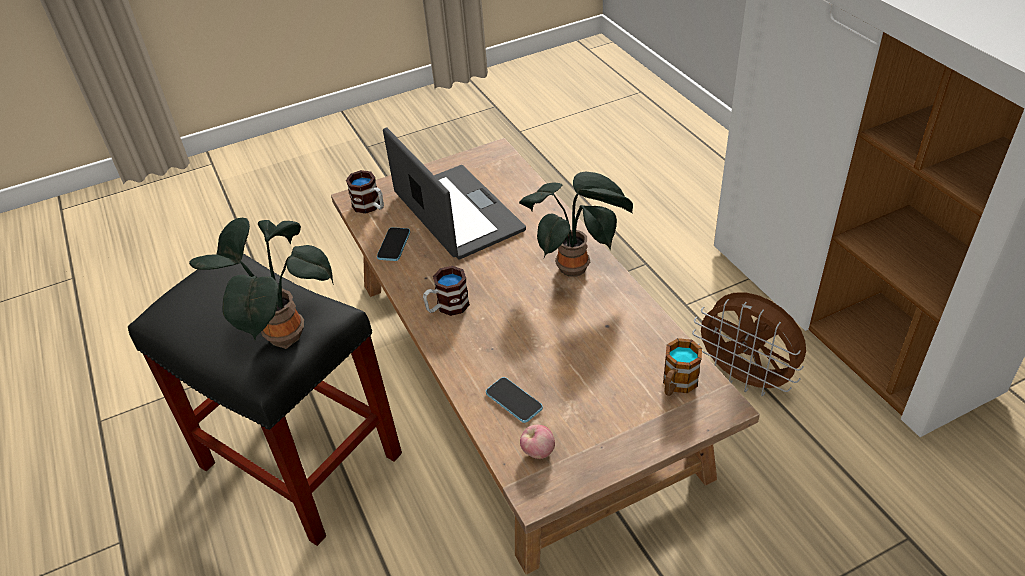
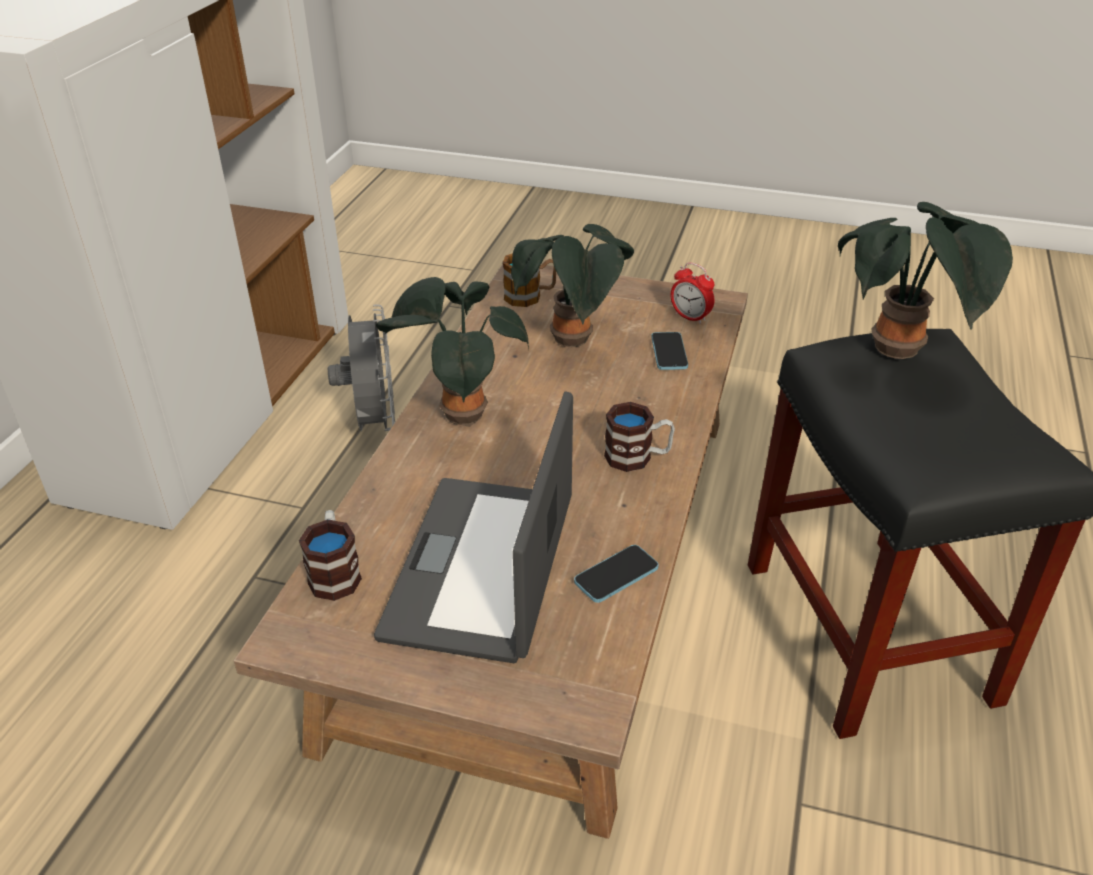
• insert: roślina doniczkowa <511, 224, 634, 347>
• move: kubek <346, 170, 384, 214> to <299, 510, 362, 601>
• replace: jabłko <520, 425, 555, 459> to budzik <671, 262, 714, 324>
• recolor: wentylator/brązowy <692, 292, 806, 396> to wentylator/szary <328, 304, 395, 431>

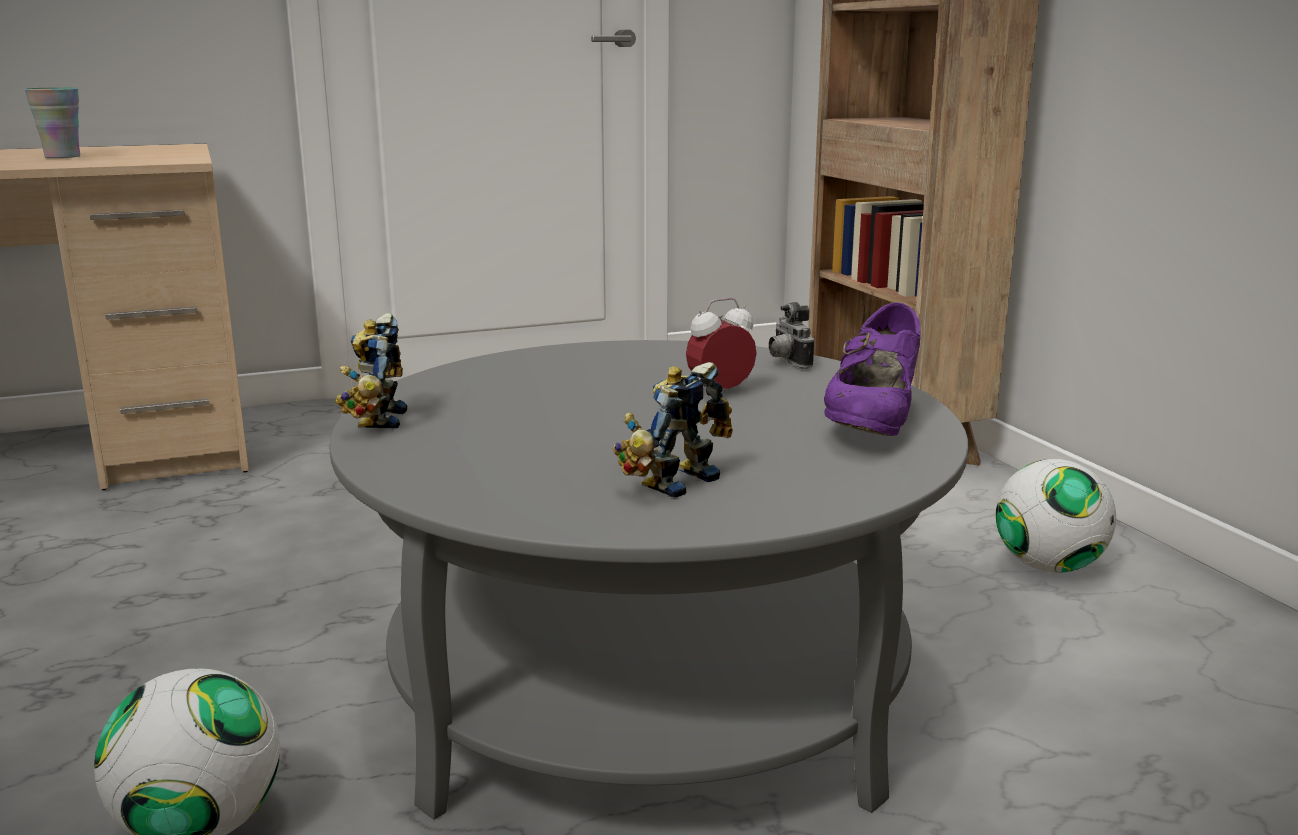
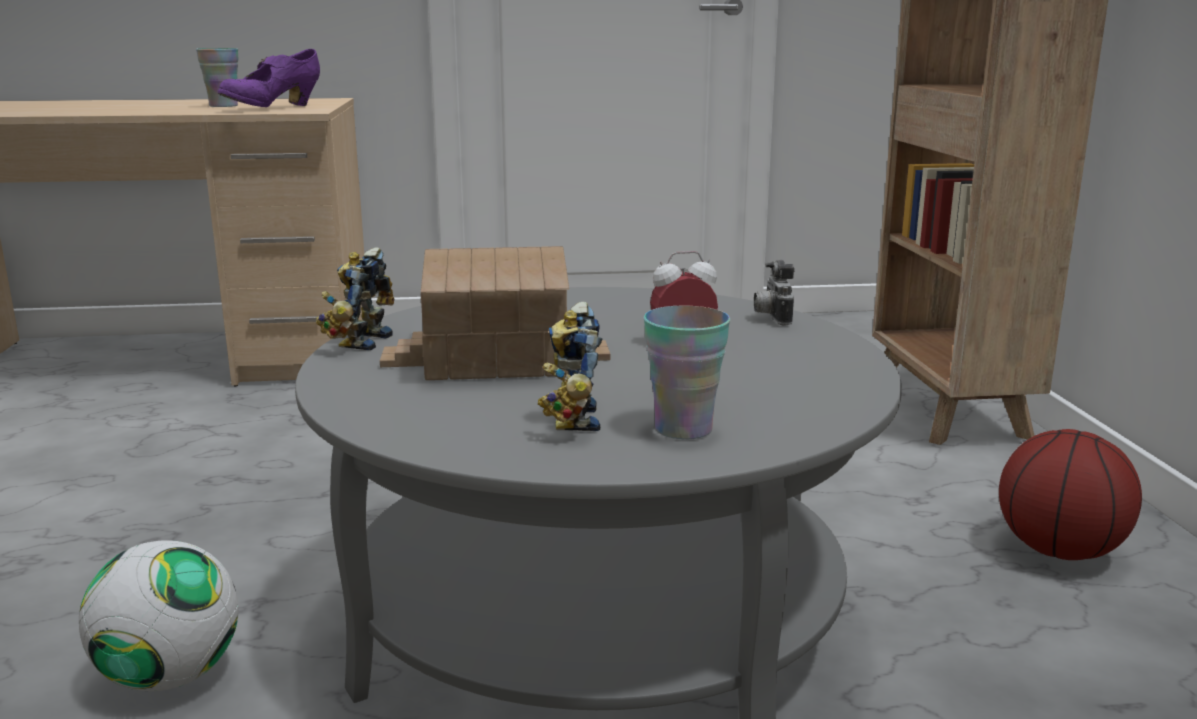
• insert: domek <380, 246, 610, 380>
• insert: filiżanka <644, 306, 730, 440>
• move: but/fioletowy <824, 302, 921, 436> to <218, 49, 320, 107>
• replace: piłka futbolowa <996, 459, 1116, 573> to piłka do koszykówki <999, 429, 1142, 560>
• rotate: robot zabawkowy <613, 362, 733, 497> = <538, 302, 602, 431> 60 degrees counterclockwise

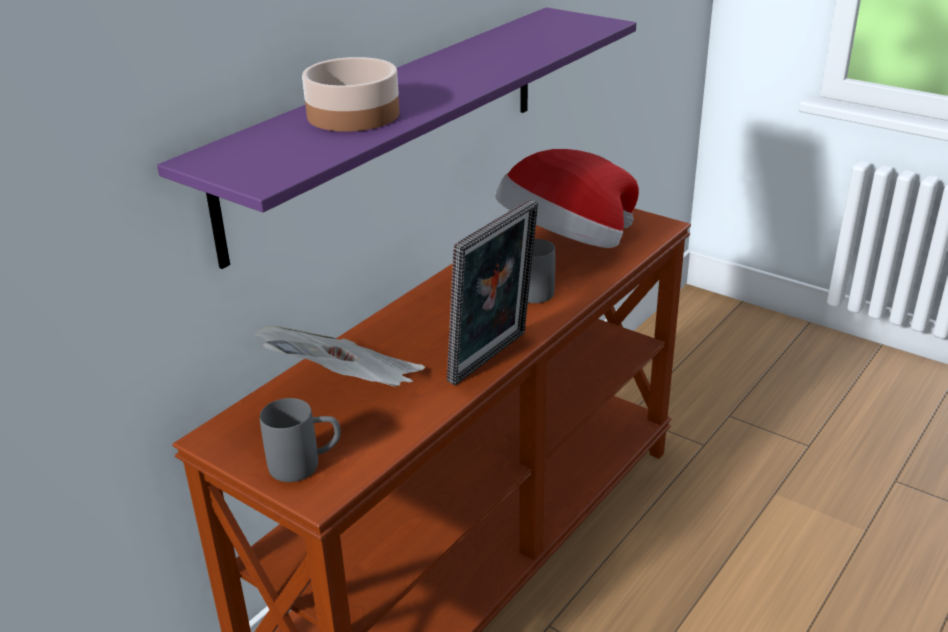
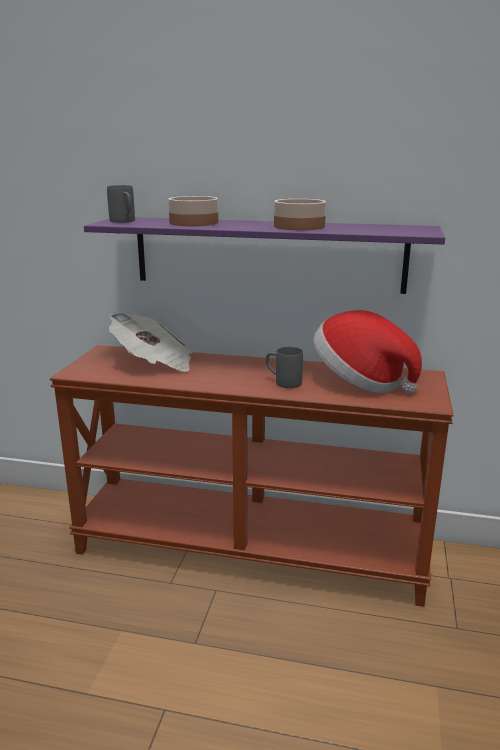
• delete: ramka na zdjęcie <447, 199, 538, 385>
• insert: miska <274, 199, 326, 230>
• move: kubek/szary <260, 398, 341, 482> to <107, 185, 135, 223>

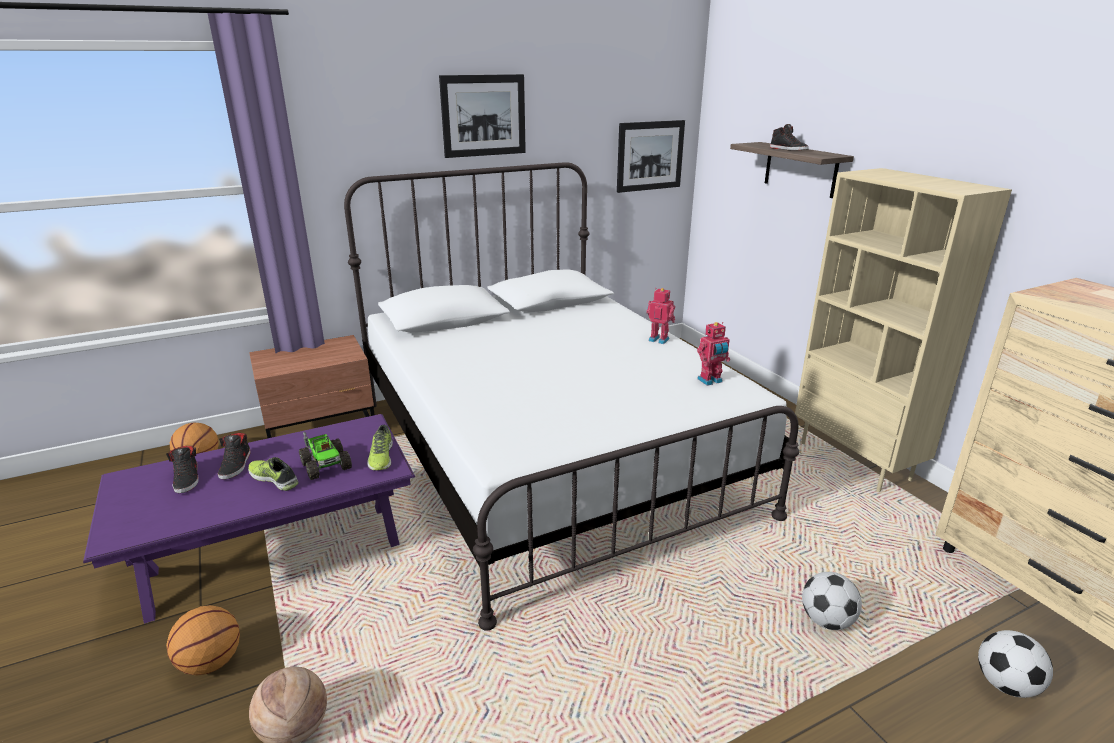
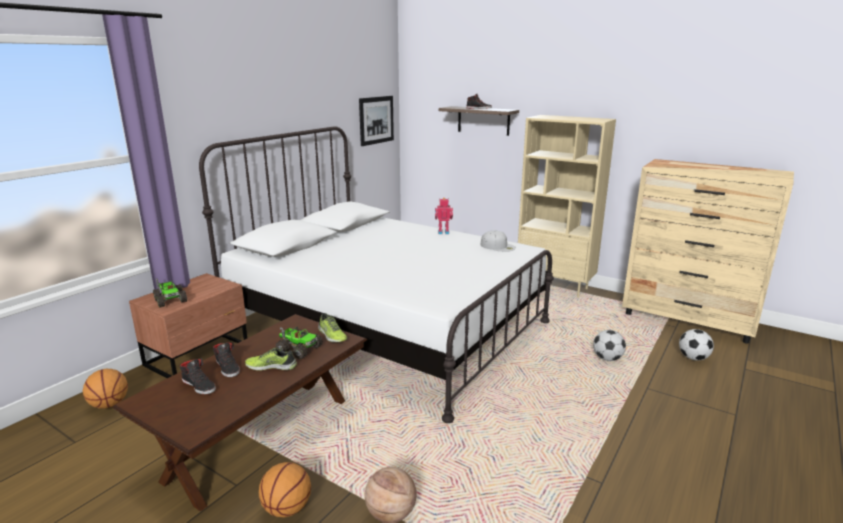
• delete: obraz <439, 74, 526, 158>
• insert: ciężarówka zabawkowa <153, 278, 187, 308>
• replace: robot zabawkowy <697, 322, 730, 386> to czapka z daszkiem/biały <481, 231, 516, 252>
• recolor: ława/fioletowy <83, 414, 415, 624> to ława/brązowy <112, 314, 367, 512>

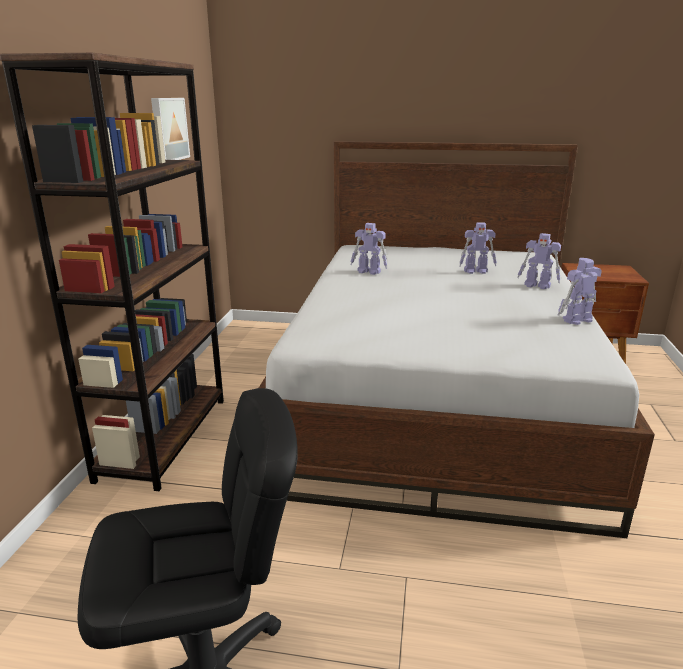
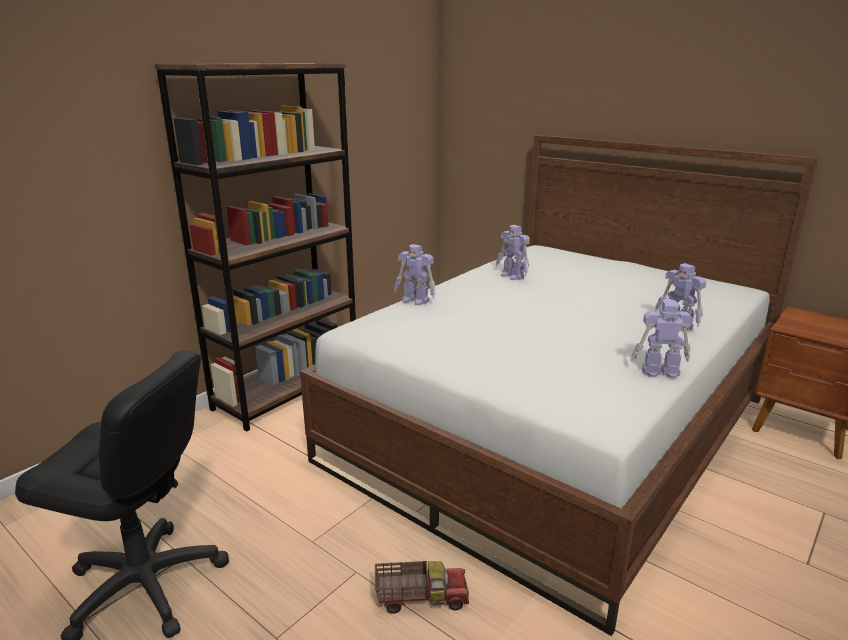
• delete: obraz <151, 98, 190, 160>
• insert: ciężarówka zabawkowa <375, 561, 469, 614>
• move: robot zabawkowy <459, 223, 497, 274> to <394, 244, 436, 306>

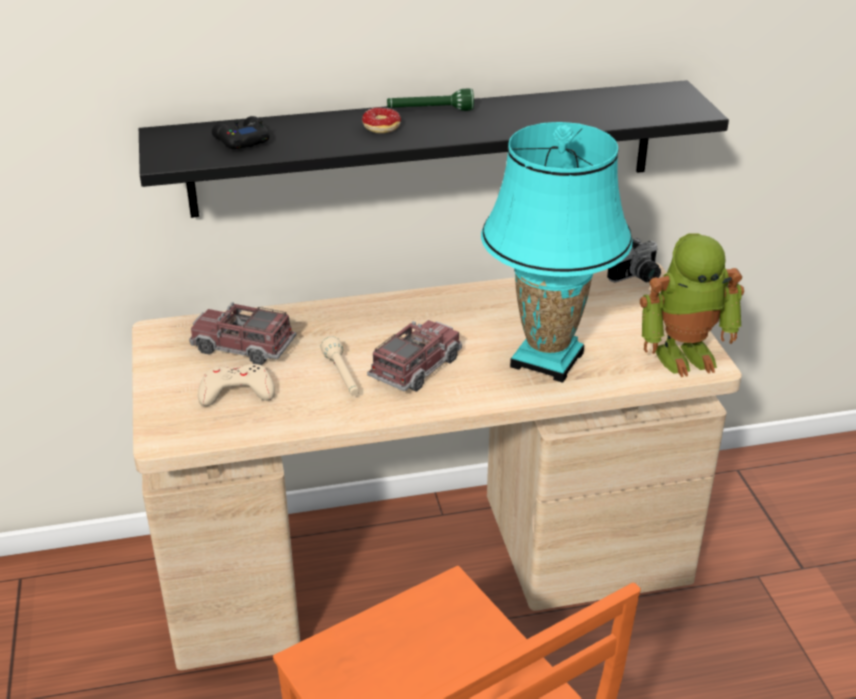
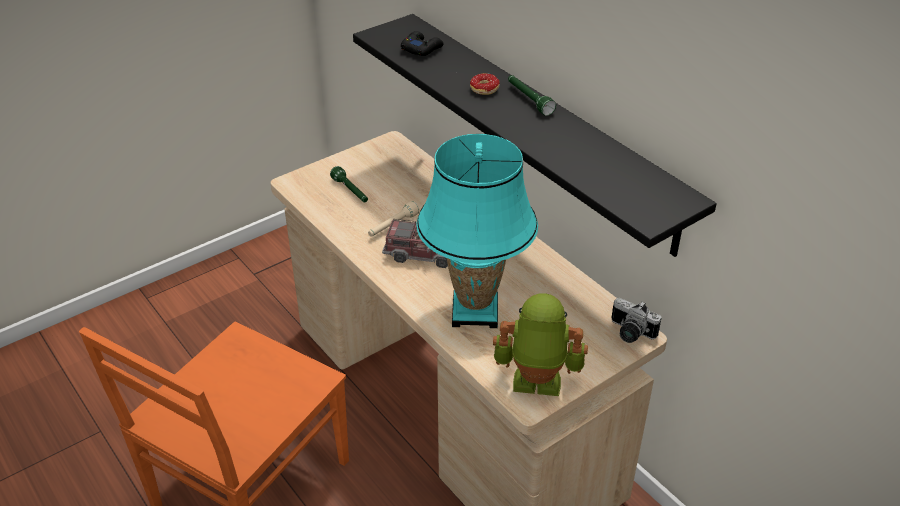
• delete: ciężarówka zabawkowa <189, 302, 297, 365>
• replace: pad do gier/beżowy <198, 364, 275, 406> to latarka/zielony <330, 166, 368, 202>
• rotate: robot zabawkowy <640, 233, 744, 377> = <493, 293, 588, 396> 135 degrees clockwise

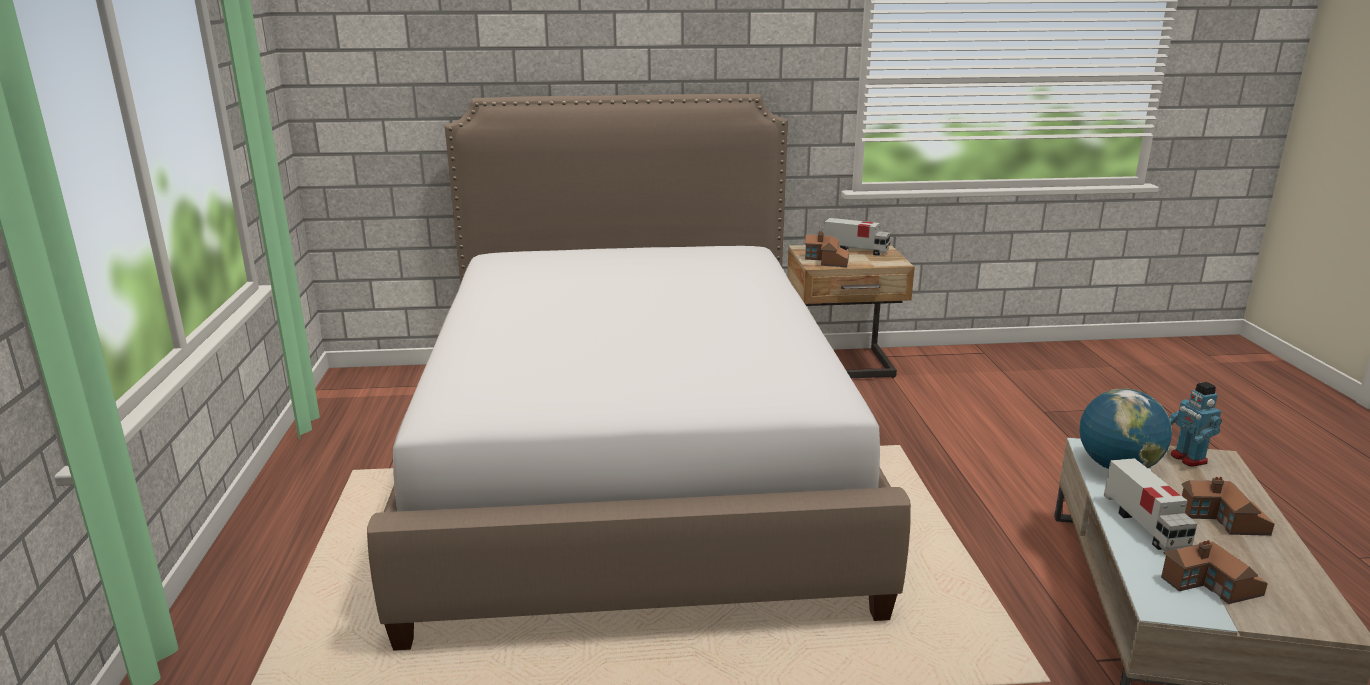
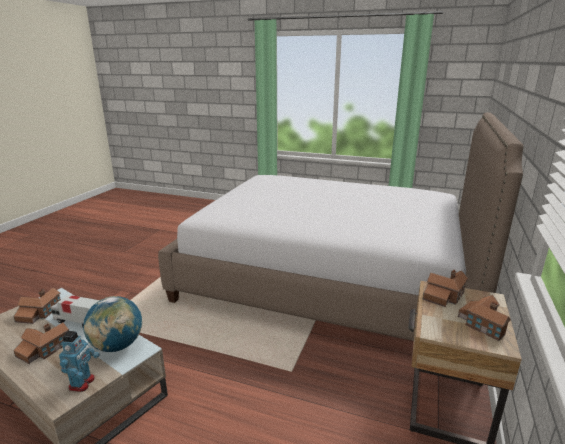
• replace: ciężarówka zabawkowa <824, 218, 890, 256> to domek <458, 295, 511, 341>
• rotate: robot zabawkowy <1169, 382, 1222, 467> = <59, 331, 100, 392> 90 degrees clockwise

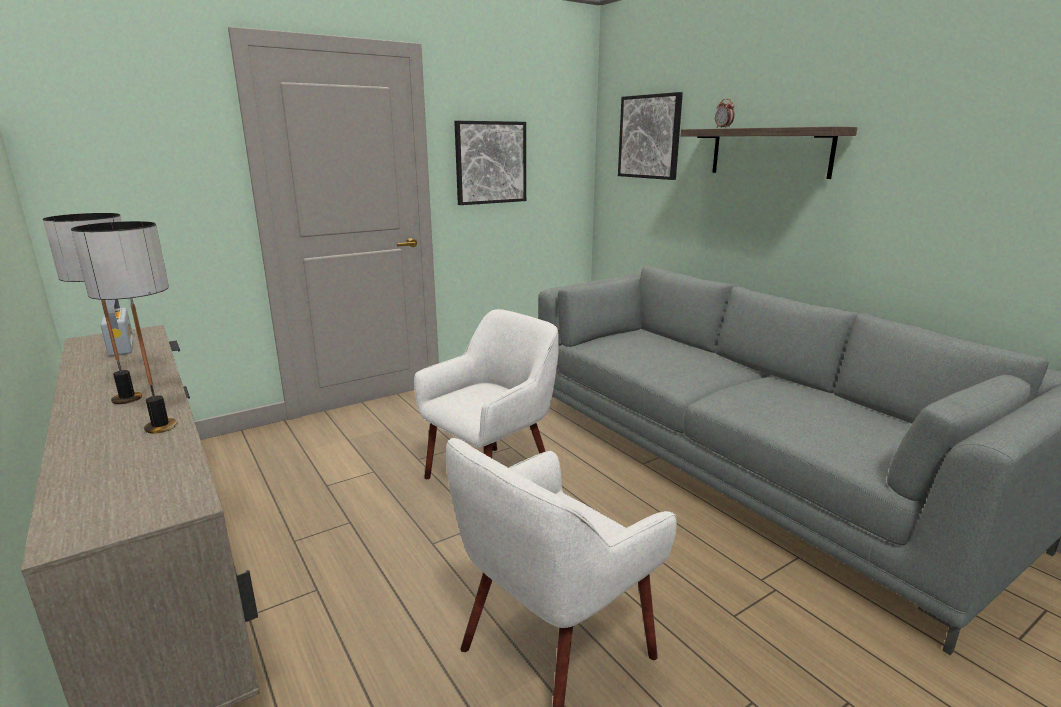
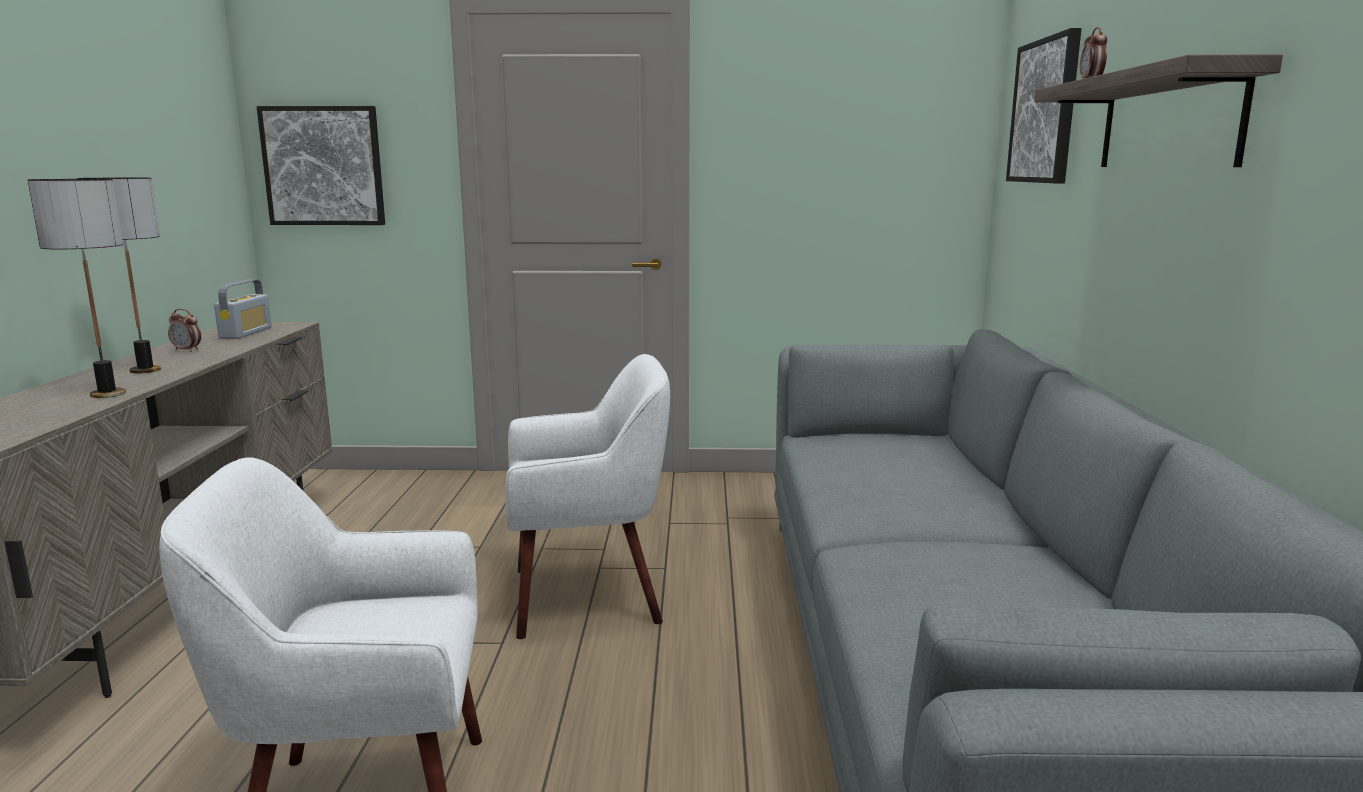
• insert: budzik <168, 309, 201, 352>
• move: obraz <454, 121, 526, 205> to <257, 106, 385, 225>

